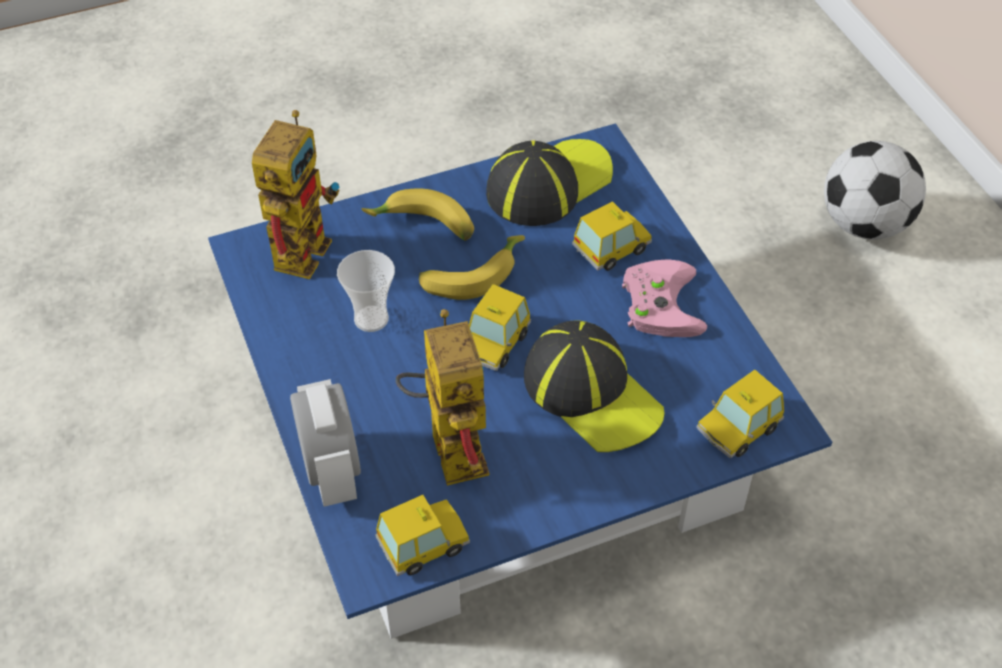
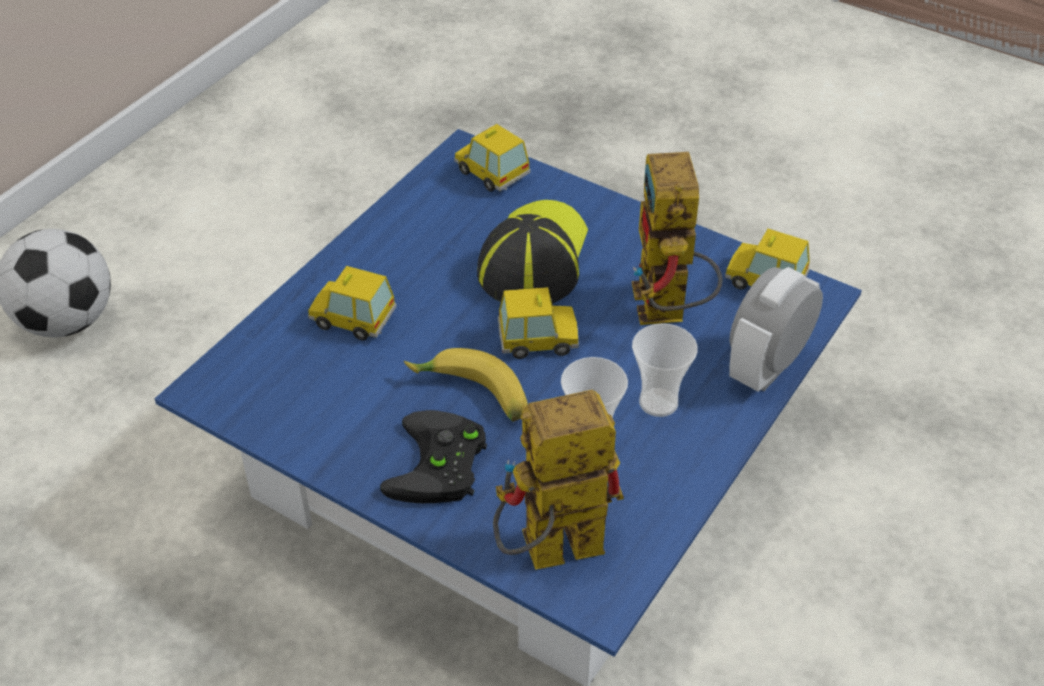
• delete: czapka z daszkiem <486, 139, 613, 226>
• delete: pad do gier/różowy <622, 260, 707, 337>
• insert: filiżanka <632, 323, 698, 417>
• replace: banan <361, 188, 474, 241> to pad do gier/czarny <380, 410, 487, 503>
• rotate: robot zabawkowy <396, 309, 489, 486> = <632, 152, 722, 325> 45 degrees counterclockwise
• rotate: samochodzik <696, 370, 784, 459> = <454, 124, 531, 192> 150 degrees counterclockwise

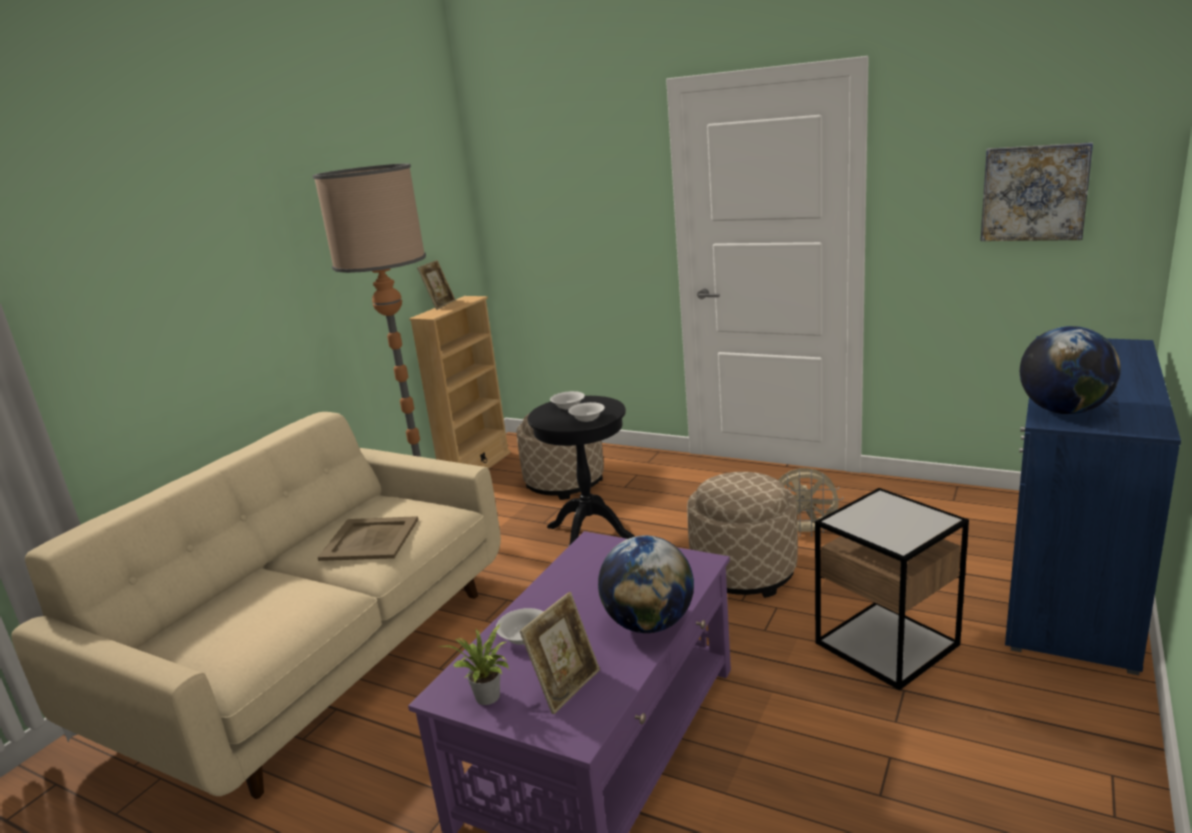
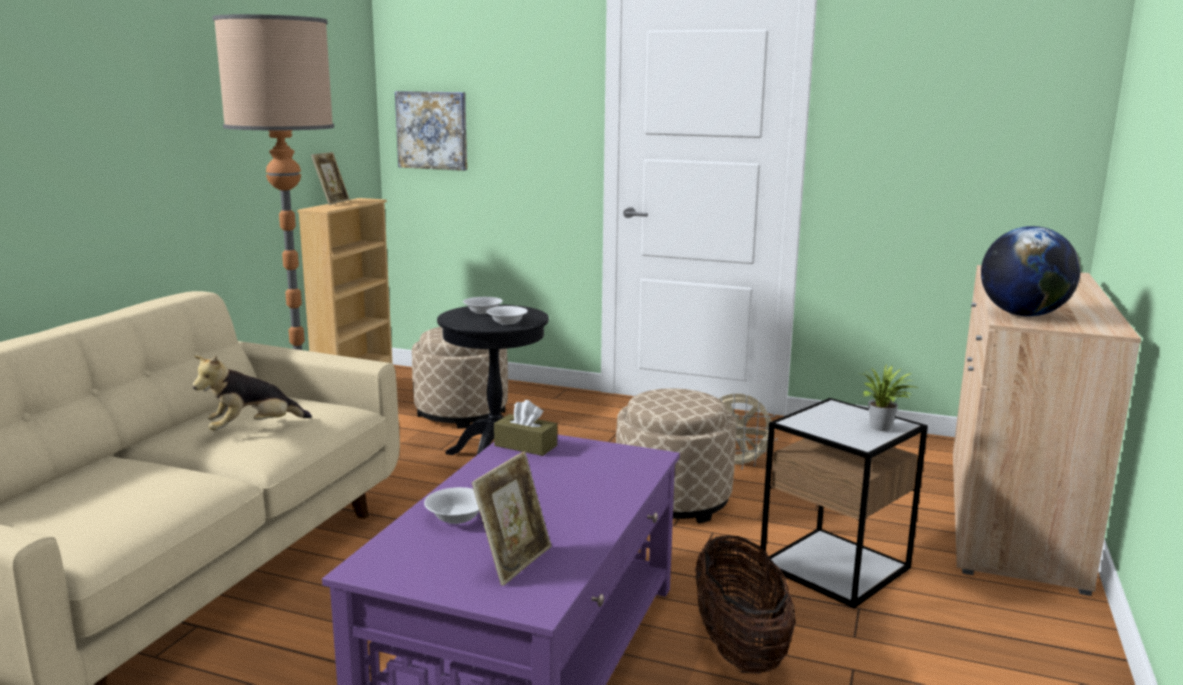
• delete: globus <598, 535, 694, 633>
• insert: pudełko chusteczek/brązowy <494, 400, 557, 456>
• insert: koszyk <695, 535, 796, 674>
• move: roślina doniczkowa <440, 624, 509, 705> to <862, 364, 917, 431>
• move: obraz <980, 142, 1093, 241> to <395, 91, 467, 171>
• replace: taca/beżowy <318, 516, 418, 561> to pluszak <192, 355, 312, 430>
• recolor: szafka/niebieski <1005, 336, 1181, 675> to szafka/beżowy <953, 265, 1141, 596>

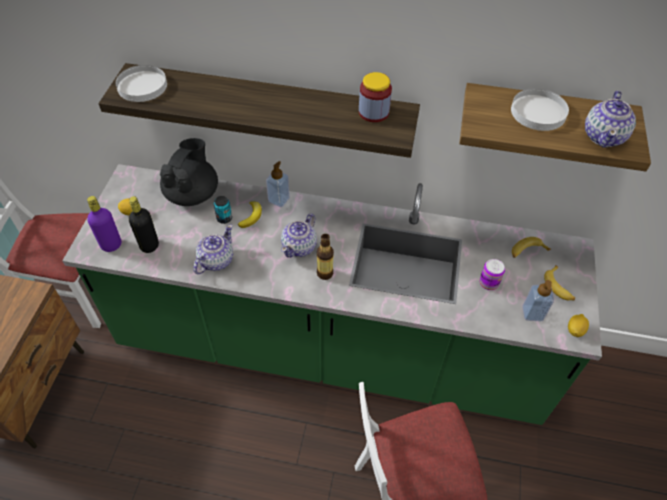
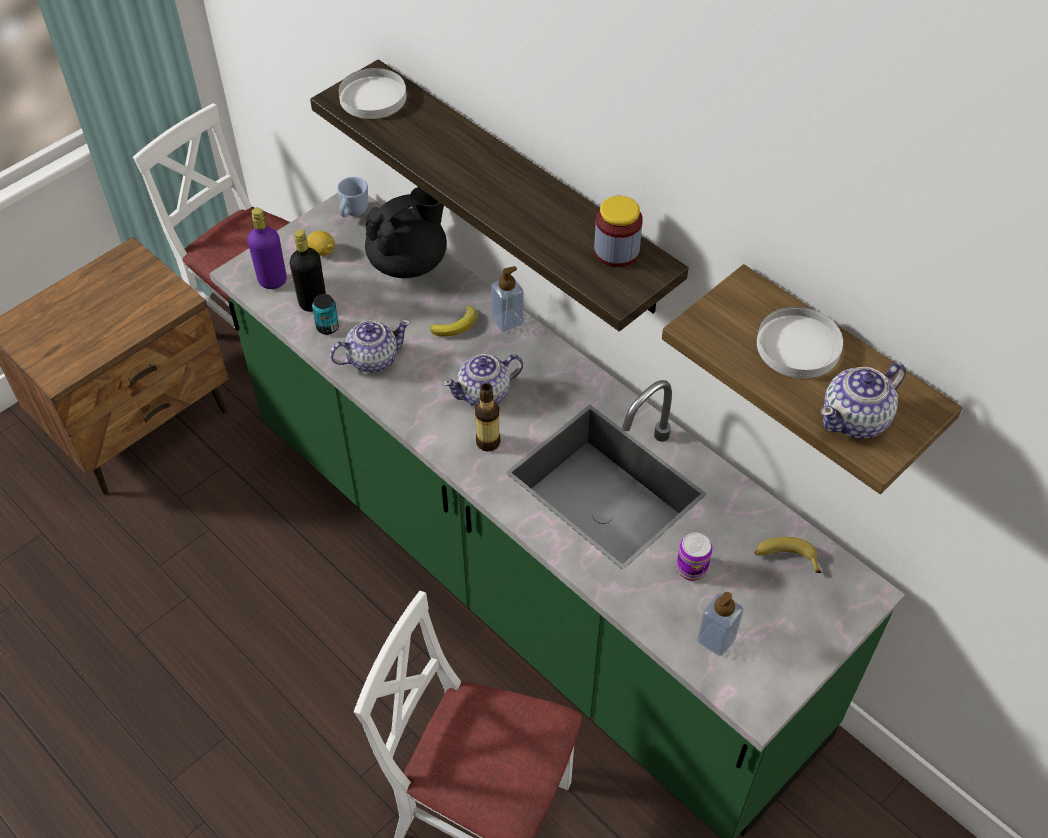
• delete: banan <544, 265, 575, 300>
• delete: cytryna <568, 314, 589, 337>
• insert: kubek/niebieski <337, 177, 368, 217>
• move: puszka <214, 196, 232, 224> to <312, 294, 339, 335>

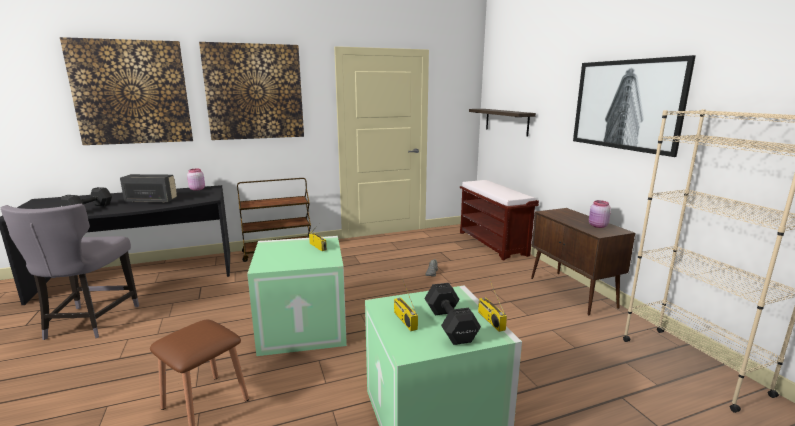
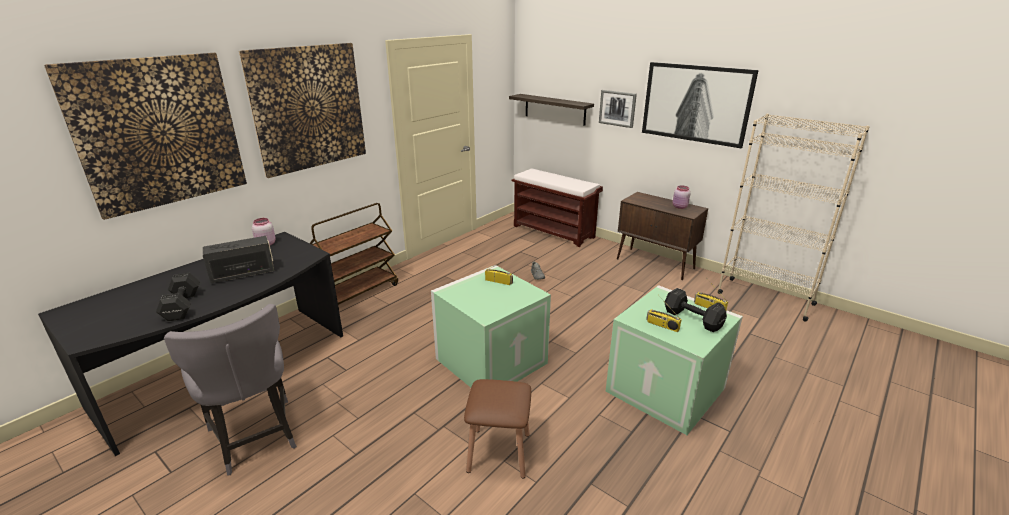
• insert: obraz <599, 90, 637, 128>

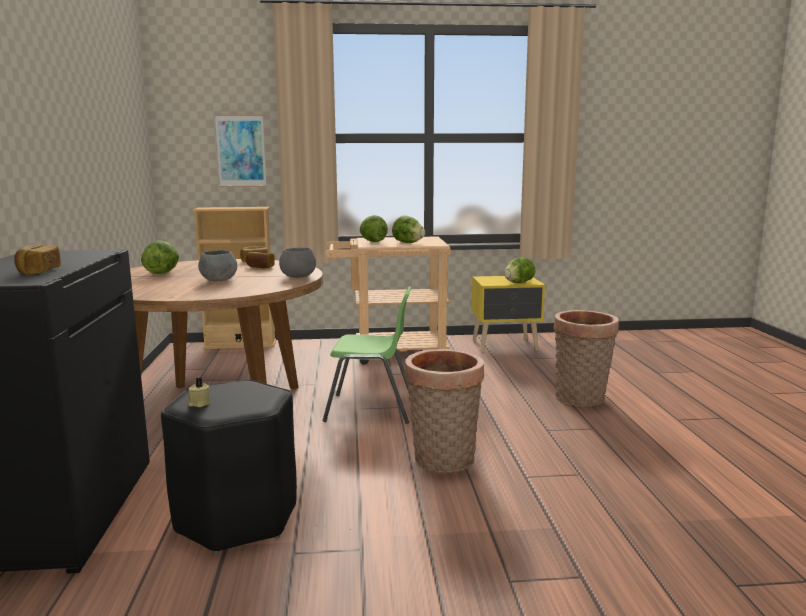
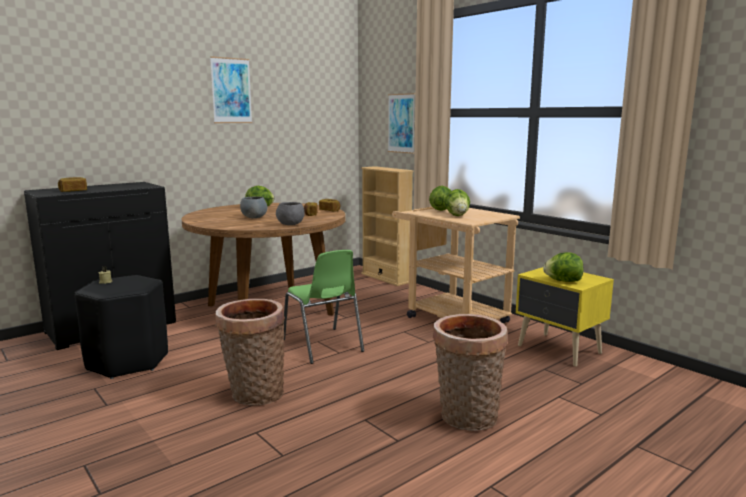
• insert: obraz <210, 56, 252, 123>

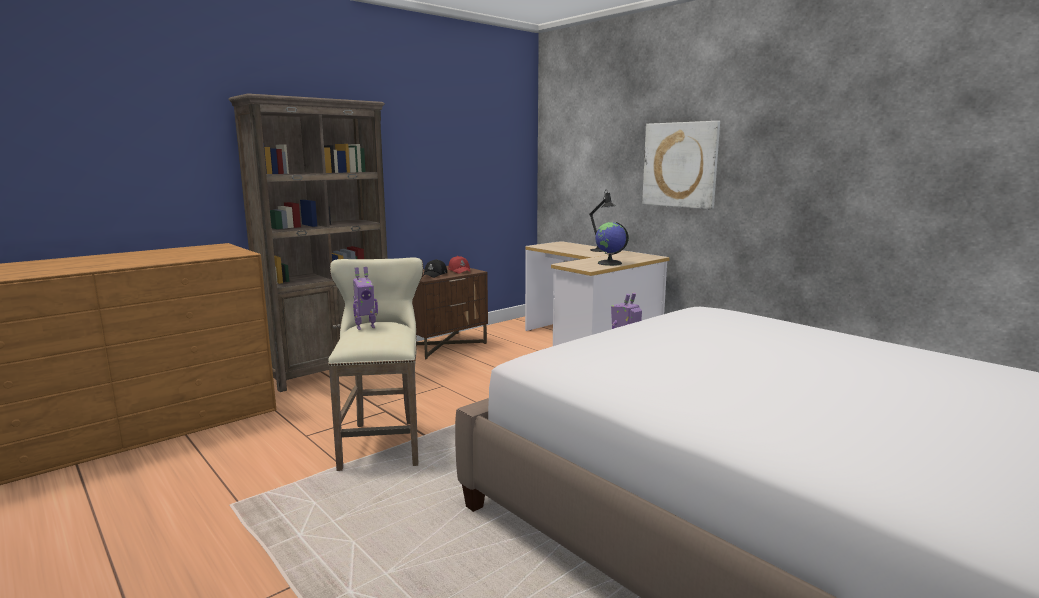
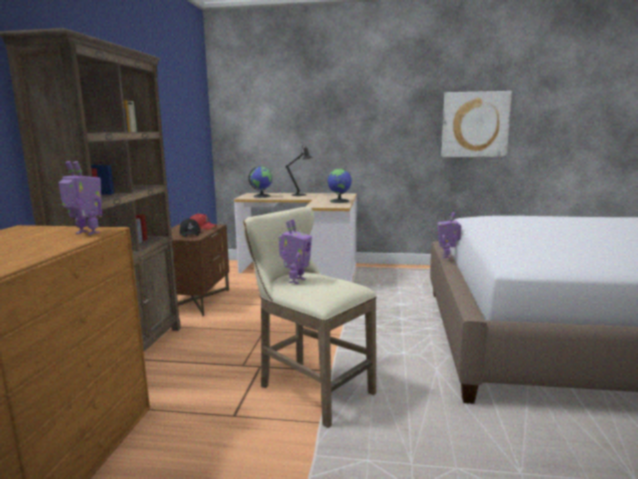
• insert: robot zabawkowy <59, 161, 102, 235>
• insert: globus <248, 166, 272, 198>
• move: obraz <642, 121, 720, 209> to <441, 91, 512, 157>

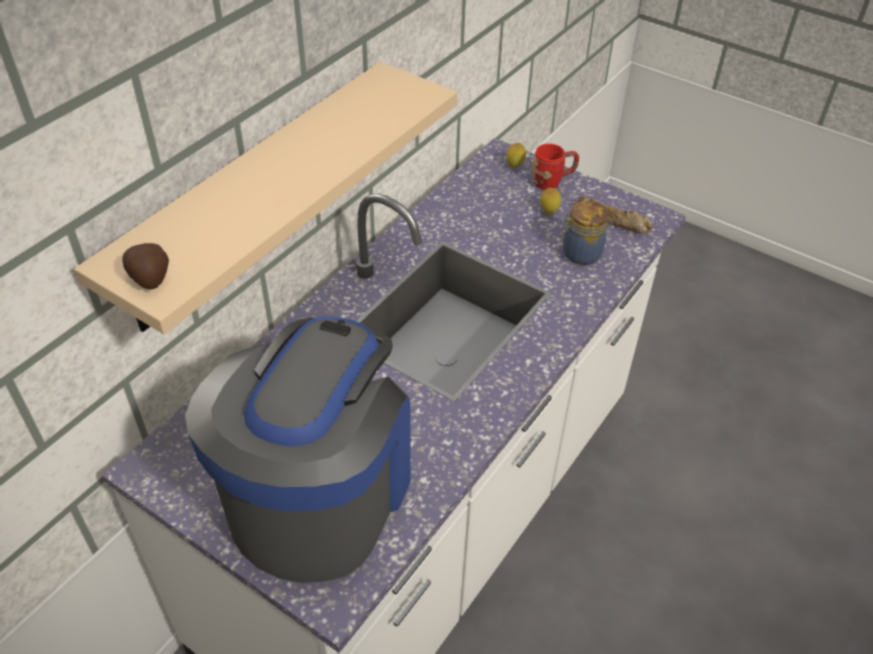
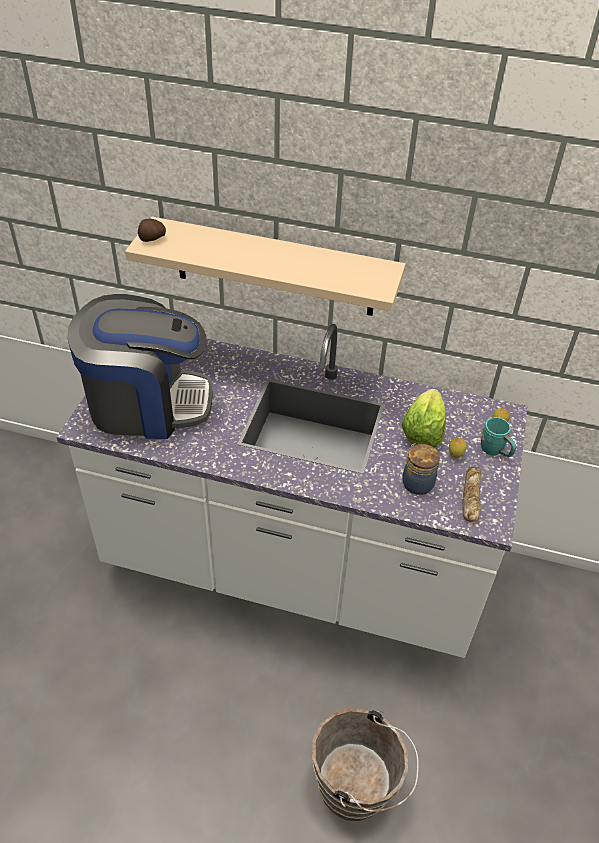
• insert: wiadro/brązowy <312, 708, 419, 821>
• insert: sałata <401, 389, 446, 448>
• recolor: kubek/czerwony <532, 144, 579, 190> to kubek/turkusowy <481, 417, 516, 457>

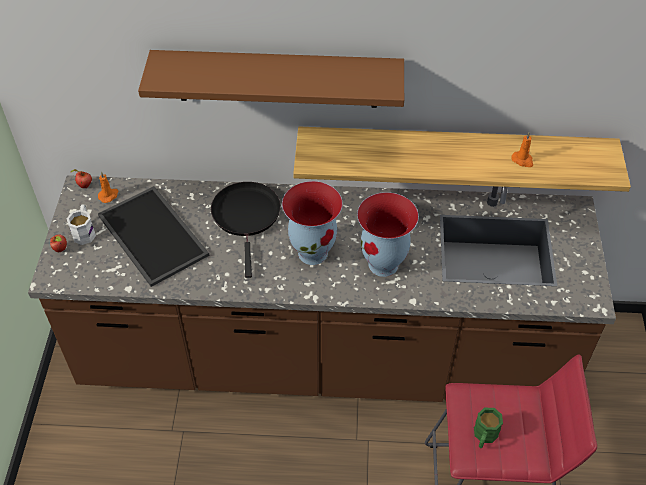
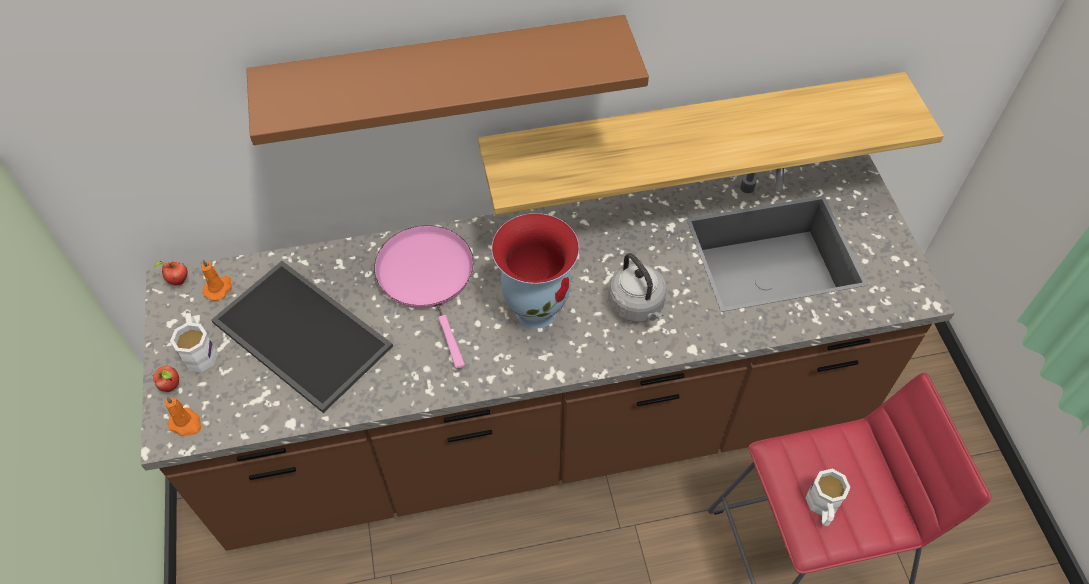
• move: świeca/pomarańczowy <511, 133, 533, 167> to <165, 397, 201, 436>
• replace: wazon <357, 192, 419, 277> to czajnik/szary <608, 253, 667, 322>
• recolor: patelnia/czarny <211, 182, 281, 278> to patelnia/różowy <374, 225, 474, 369>
• recolor: kubek/zielony <474, 408, 503, 448> to kubek/biały <805, 469, 851, 526>

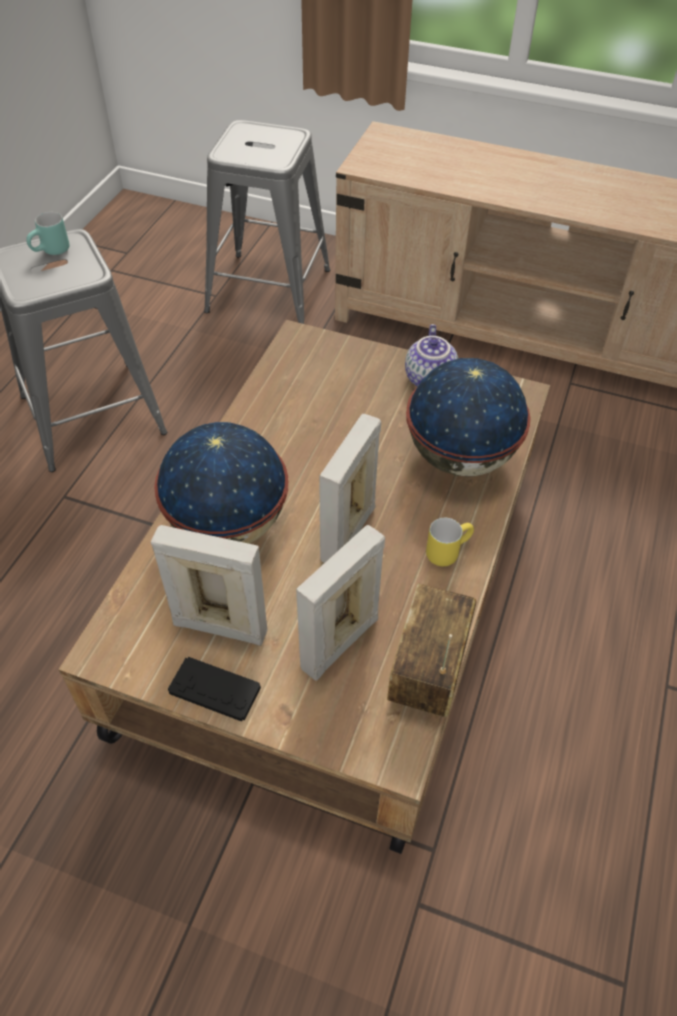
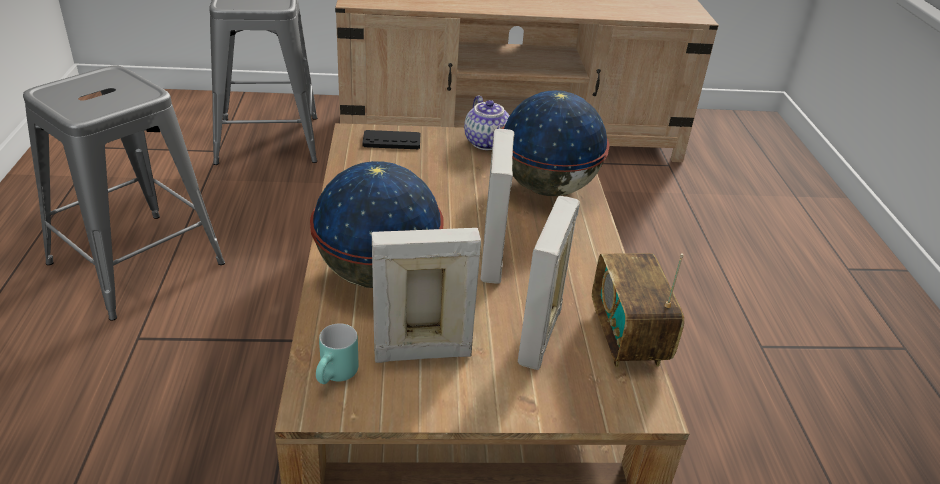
• delete: kubek/żółty <426, 518, 474, 566>
• move: kubek/turkusowy <26, 212, 69, 255> to <316, 323, 358, 384>
• move: pad do gier/czarny <168, 657, 261, 722> to <362, 130, 420, 149>

